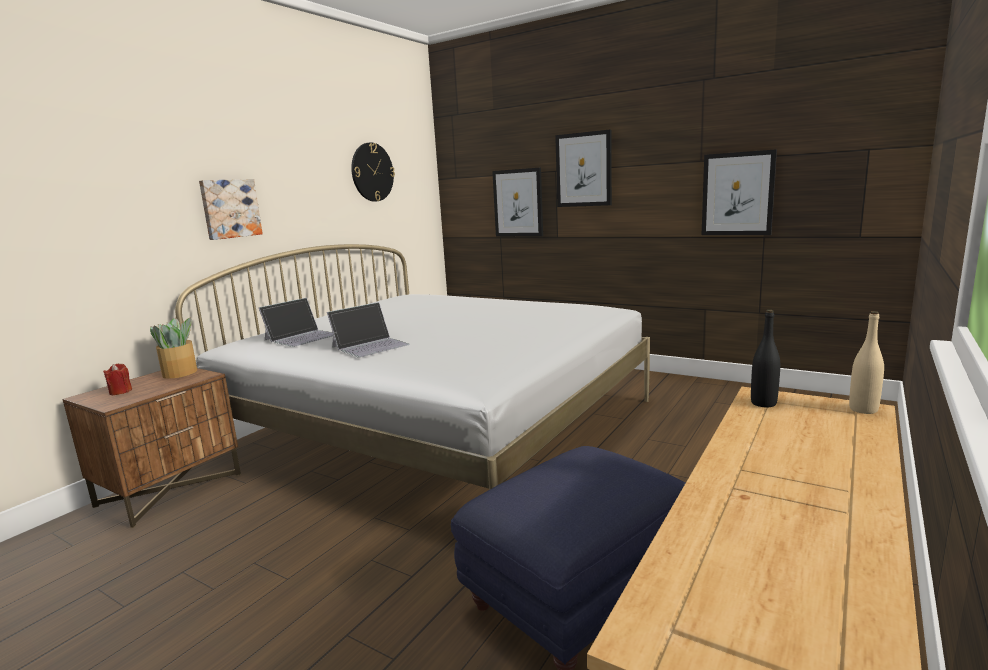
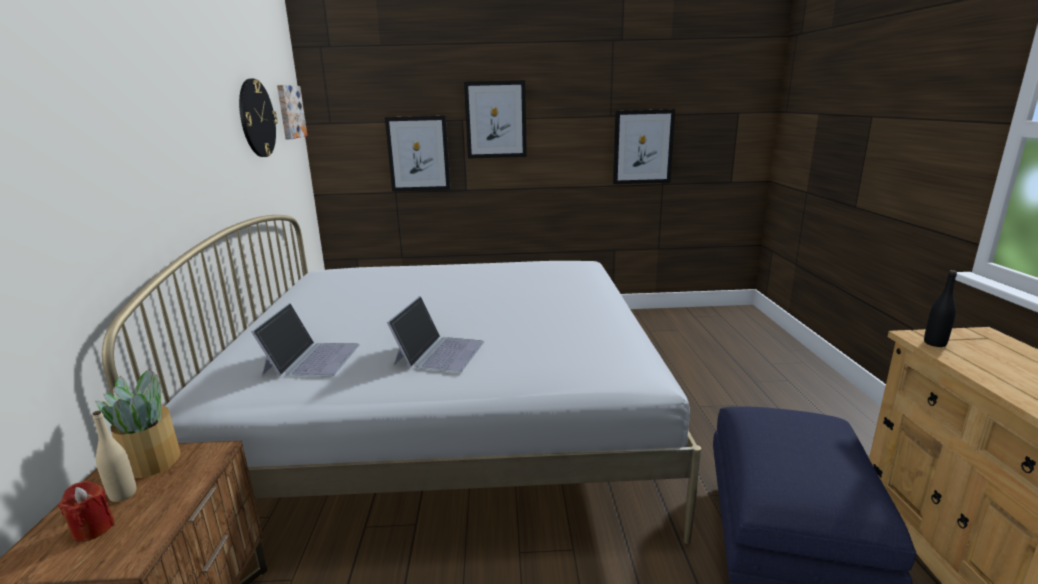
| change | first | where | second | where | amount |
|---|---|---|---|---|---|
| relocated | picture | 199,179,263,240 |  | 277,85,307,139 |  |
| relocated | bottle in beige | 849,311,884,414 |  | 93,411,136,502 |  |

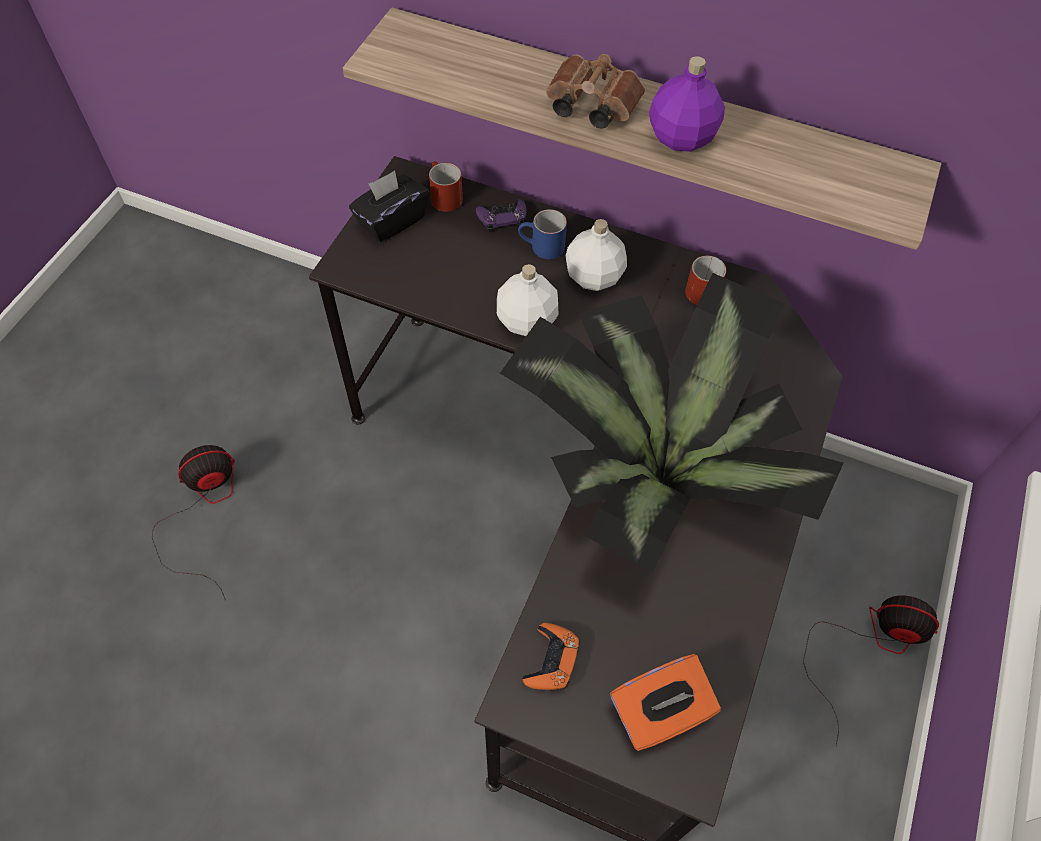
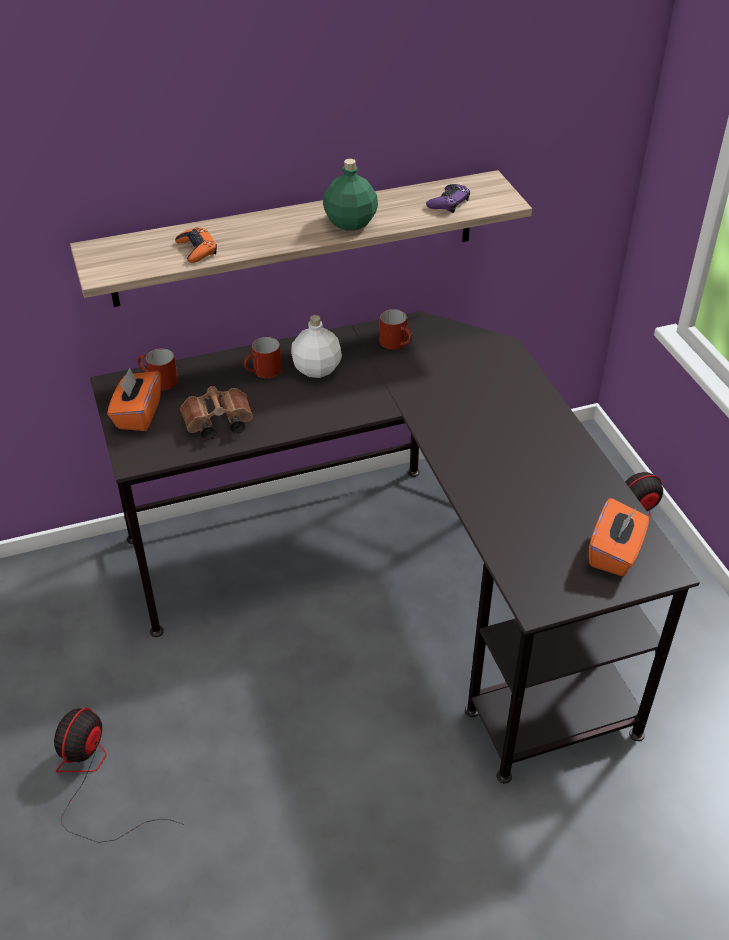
| change | first | where | second | where | amount |
|---|---|---|---|---|---|
| colour | tissue box in black | 349,170,429,243 | tissue box in orange | 107,367,161,431 |  |
| relocated | game controller in purple | 476,199,527,232 |  | 426,184,470,213 |  |
| missing | bottle in white | 497,264,558,336 |  |  |  |
| missing | potted plant | 500,273,843,571 |  |  |  |
| colour | mug in blue | 518,209,567,259 | mug in red | 244,337,282,378 |  |
| relocated | game controller in orange | 522,623,580,690 |  | 175,227,217,263 |  |
| relocated | binoculars in brown | 546,54,645,129 |  | 180,386,253,440 |  |
| colour | bottle in purple | 649,56,725,152 | bottle in green | 323,159,378,231 |  |

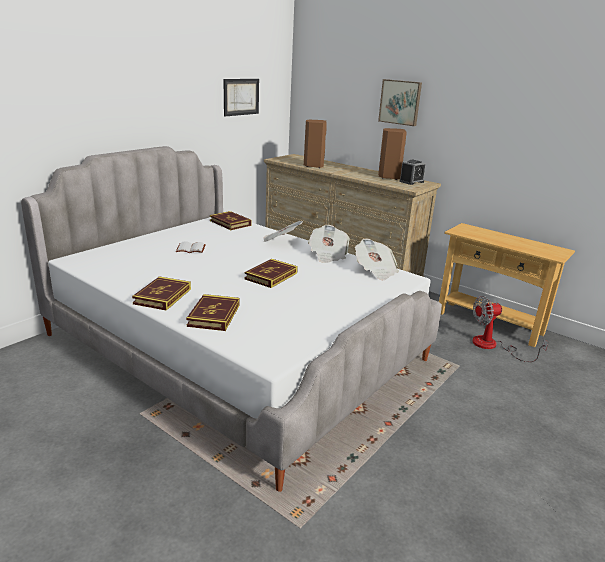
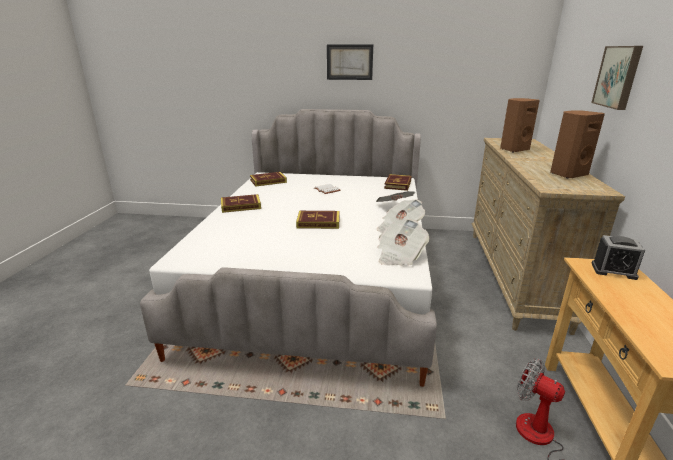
| change | first | where | second | where | amount |
|---|---|---|---|---|---|
| relocated | book | 186,294,239,331 |  | 250,172,287,187 |  |
| relocated | picture | 224,79,259,116 |  | 327,44,373,80 |  |
| relocated | alarm clock | 399,160,426,185 |  | 592,235,645,280 |  |

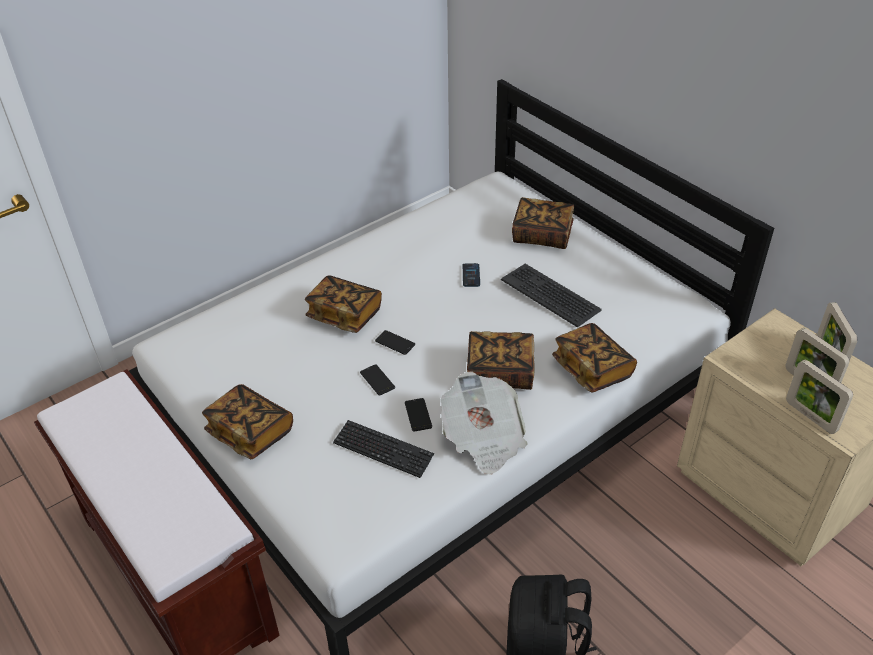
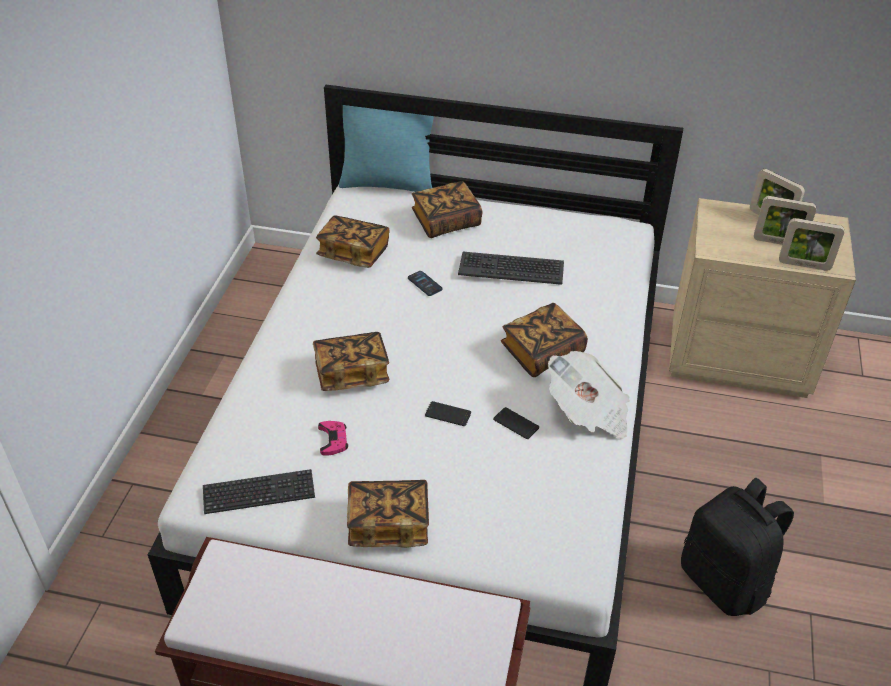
| change | first | where | second | where | amount |
|---|---|---|---|---|---|
| relocated | keyboard | 333,420,434,478 |  | 203,469,315,514 |  |
| missing | phone | 375,330,415,355 |  |  |  |
| relocated | book | 552,323,637,393 |  | 316,215,390,268 |  |
| appeared |  |  | game controller in pink | 318,421,348,456 |  |
| appeared |  |  | pillow in turquoise | 339,105,434,192 |  |

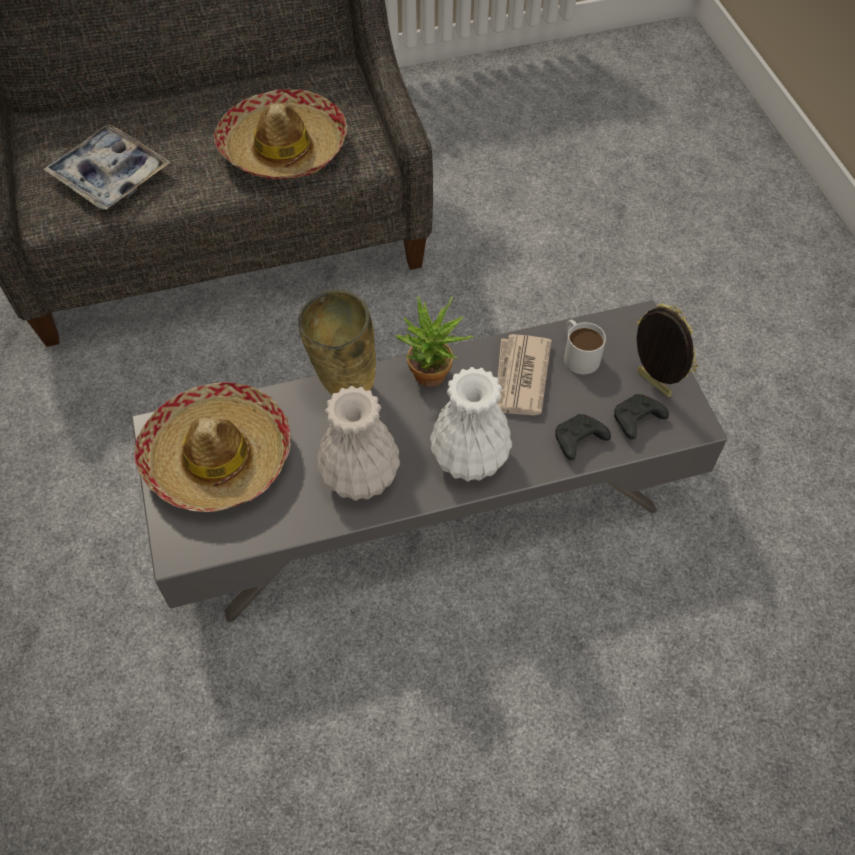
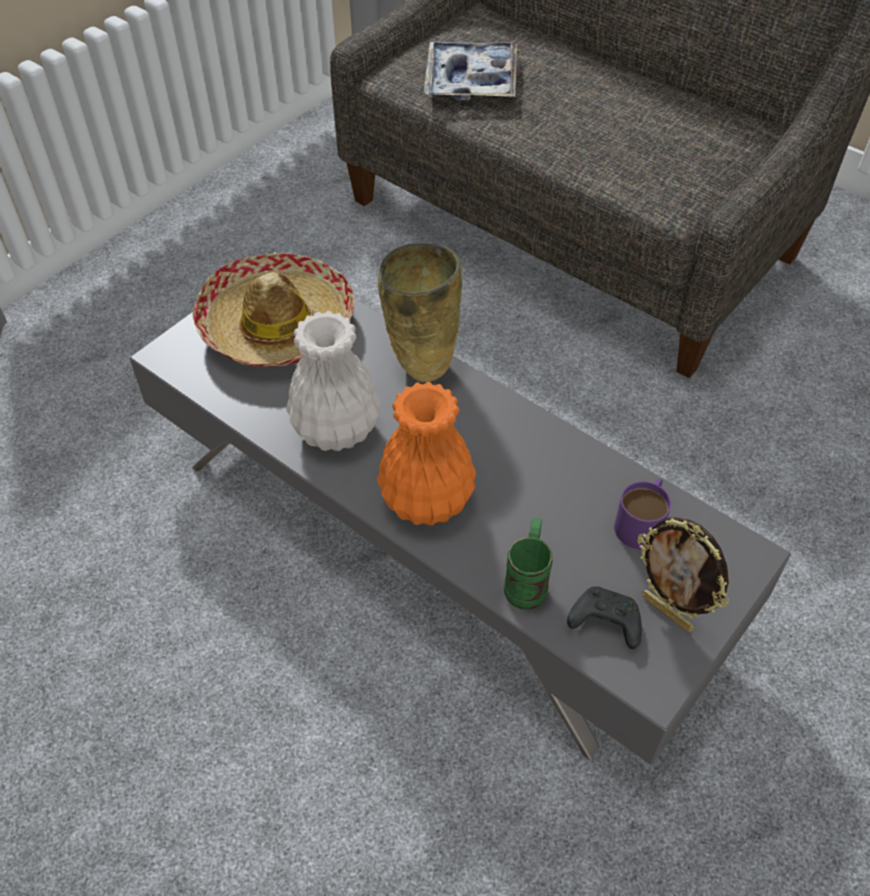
| change | first | where | second | where | amount |
|---|---|---|---|---|---|
| missing | hat | 214,89,347,179 |  |  |  |
| missing | potted plant | 394,296,474,387 |  |  |  |
| colour | vase in white | 430,367,512,482 | vase in orange | 377,382,476,526 |  |
| missing | newspaper | 497,334,552,416 |  |  |  |
| exchanged | game controller in black | 555,414,611,460 | mug in green | 504,518,553,610 |  |
| colour | mug in white | 564,320,606,374 | mug in purple | 614,478,671,549 |  |
| spun | picture frame | 637,303,698,397 |  | 637,517,729,632 | 120 degrees clockwise |

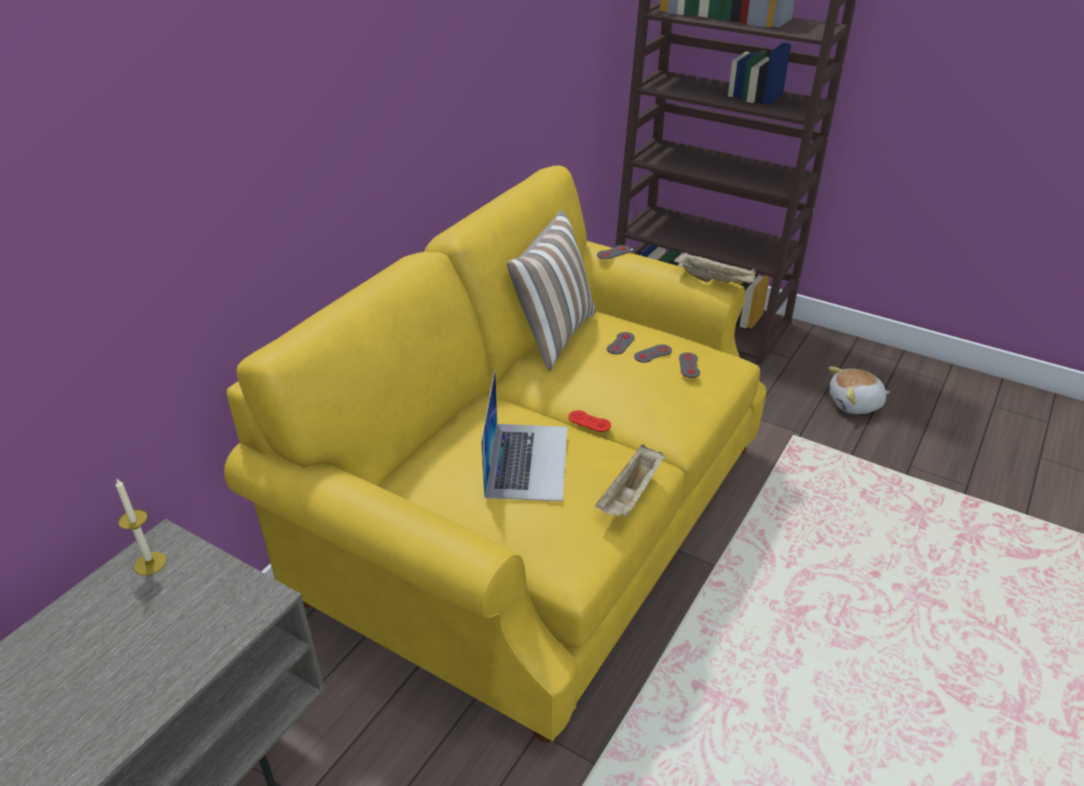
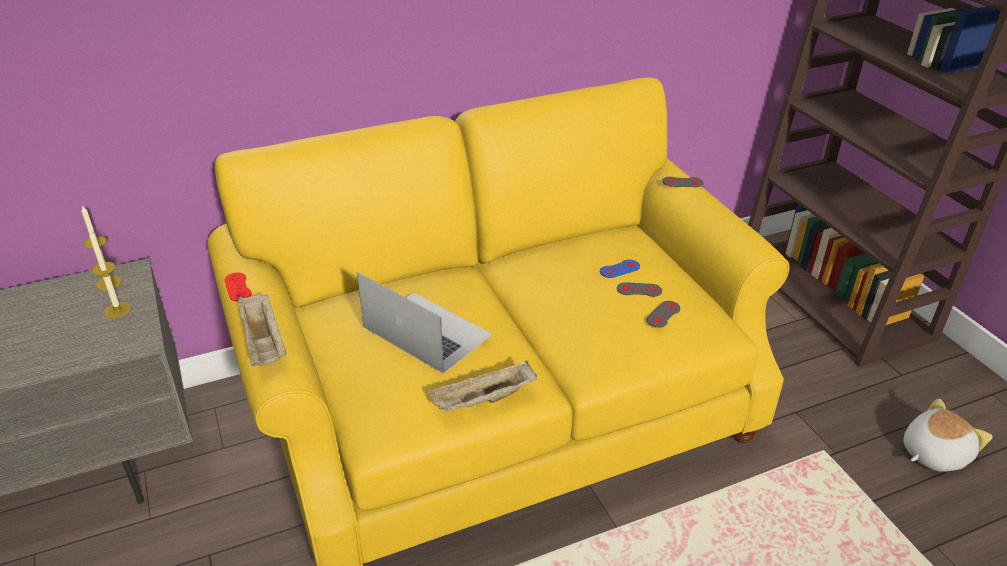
| change | first | where | second | where | amount |
|---|---|---|---|---|---|
| spun | laptop | 481,370,568,502 |  | 357,272,492,374 | 90 degrees counterclockwise |
| missing | pillow | 507,210,596,371 |  |  |  |
| relocated | game controller in red | 568,410,611,432 |  | 224,273,251,302 |  |
| colour | game controller in grey | 607,332,635,354 | game controller in blue | 600,260,640,278 |  |
| relocated | tray in beige | 674,252,756,283 |  | 238,293,286,366 |  |
| spun | plush toy | 828,366,890,414 |  | 903,399,993,472 | 120 degrees clockwise |
| appeared |  |  | candle | 89,230,131,318 |  |

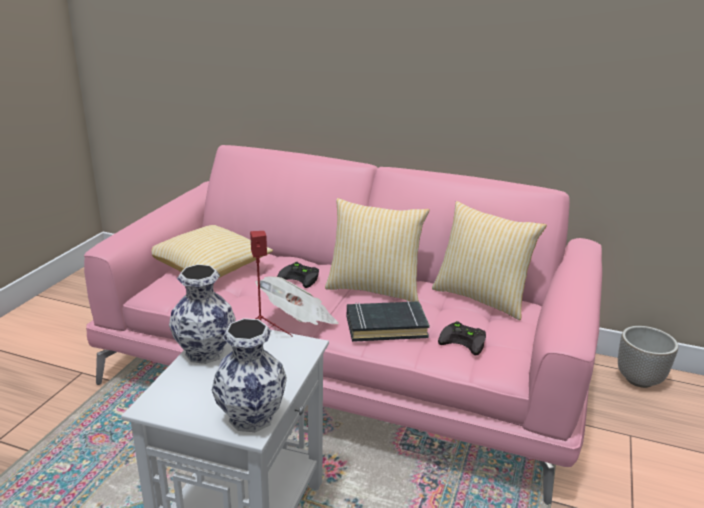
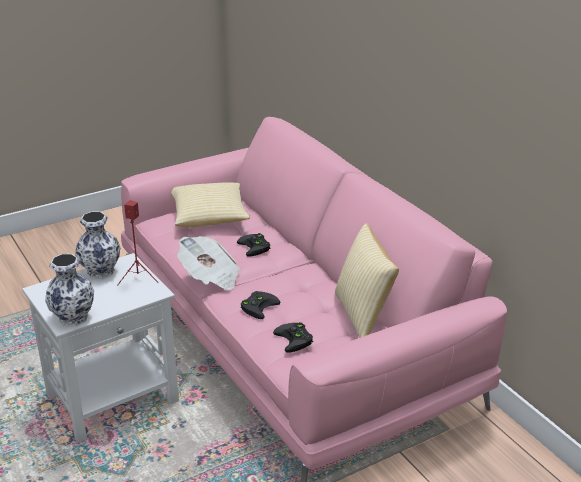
| change | first | where | second | where | amount |
|---|---|---|---|---|---|
| missing | pillow | 325,198,430,302 |  |  |  |
| exchanged | book in black | 347,300,430,342 | game controller in black | 241,291,280,319 |  |
| missing | planter | 618,326,678,388 |  |  |  |

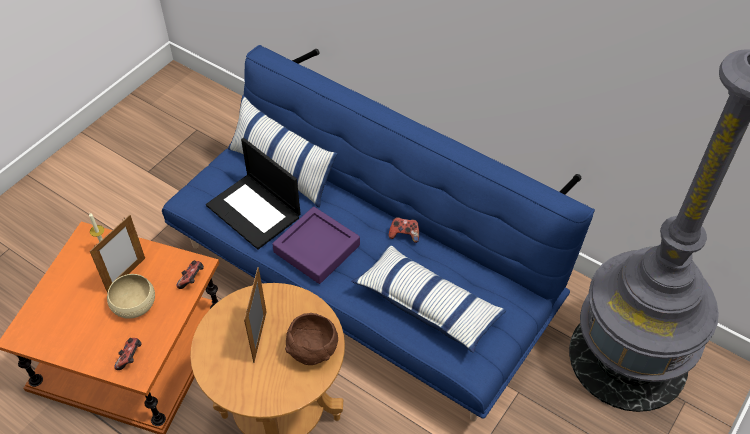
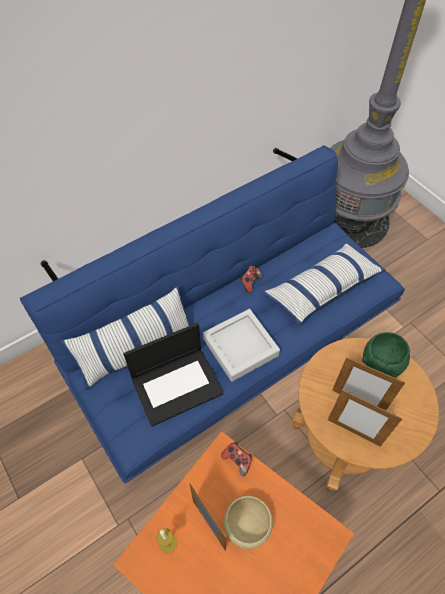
| change | first | where | second | where | amount |
|---|---|---|---|---|---|
| missing | game controller | 114,338,142,370 |  |  |  |
| colour | tray in purple | 272,207,360,284 | tray in grey | 203,309,280,382 |  |
| colour | bowl in brown | 285,313,338,365 | bowl in green | 362,332,410,378 |  |
| appeared |  |  | picture frame | 328,389,402,446 |  |

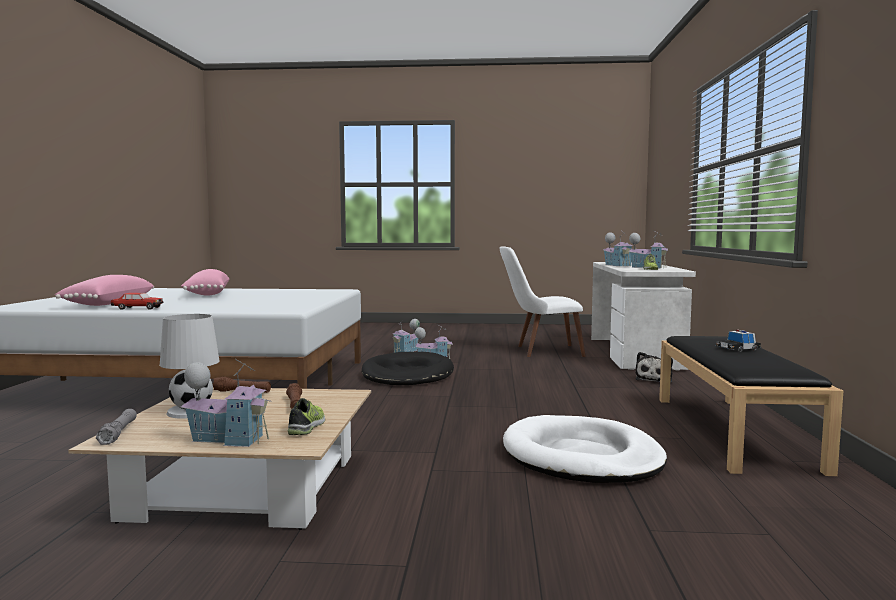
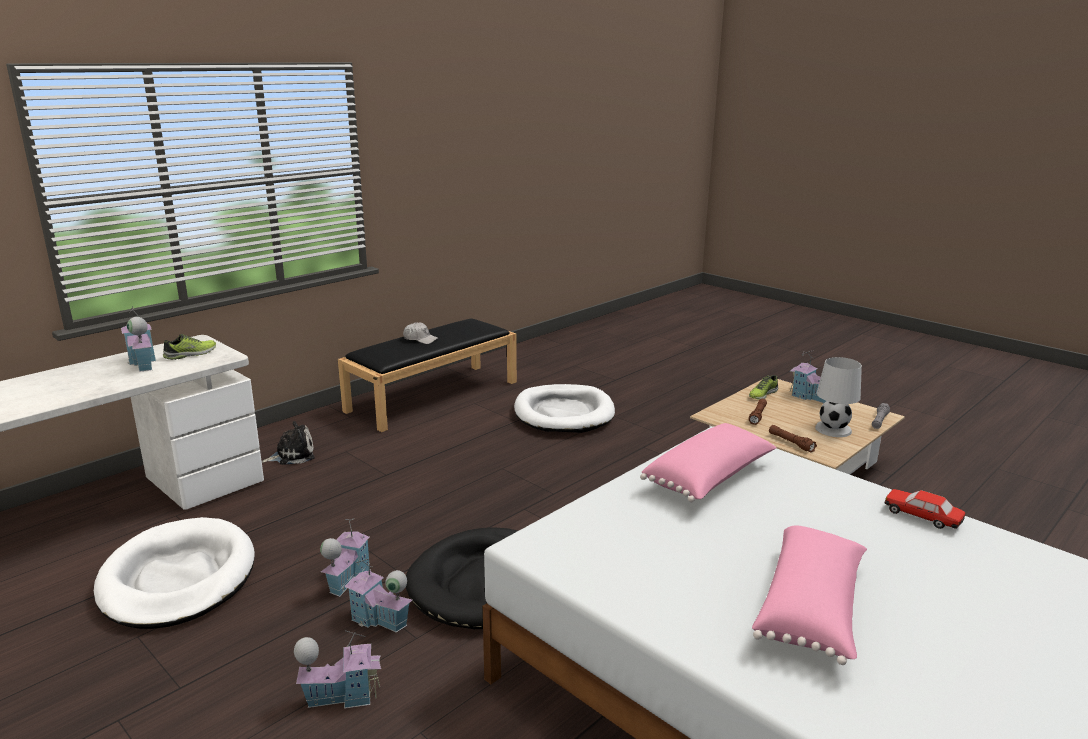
| change | first | where | second | where | amount |
|---|---|---|---|---|---|
| relocated | pillow in pink | 55,275,154,306 |  | 640,423,777,502 |  |
| exchanged | chair in white | 500,246,586,357 | dog bed in white | 94,517,255,629 |  |
| relocated | toy house | 603,232,632,266 |  | 320,518,371,597 |  |
| exchanged | toy car | 715,330,762,352 | cap in white | 403,322,438,344 |  |

